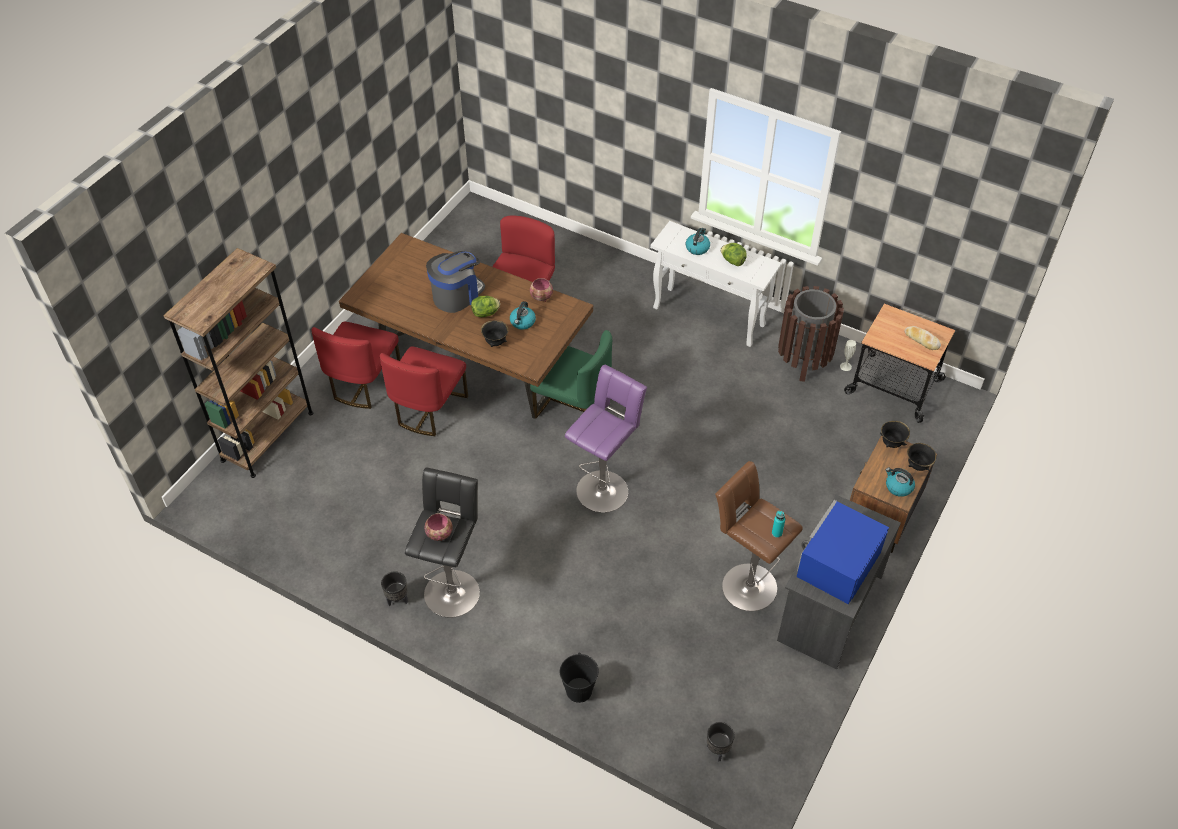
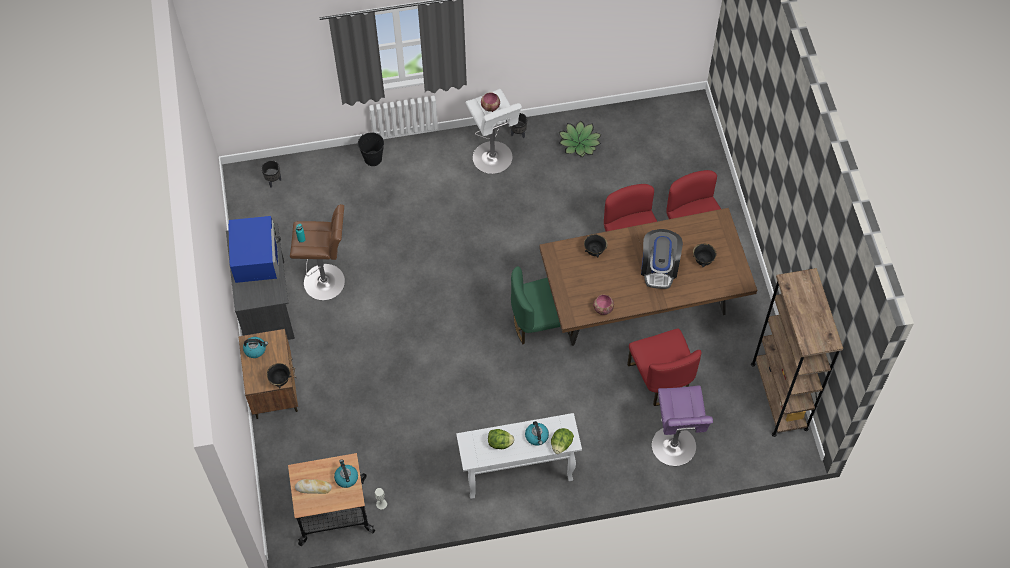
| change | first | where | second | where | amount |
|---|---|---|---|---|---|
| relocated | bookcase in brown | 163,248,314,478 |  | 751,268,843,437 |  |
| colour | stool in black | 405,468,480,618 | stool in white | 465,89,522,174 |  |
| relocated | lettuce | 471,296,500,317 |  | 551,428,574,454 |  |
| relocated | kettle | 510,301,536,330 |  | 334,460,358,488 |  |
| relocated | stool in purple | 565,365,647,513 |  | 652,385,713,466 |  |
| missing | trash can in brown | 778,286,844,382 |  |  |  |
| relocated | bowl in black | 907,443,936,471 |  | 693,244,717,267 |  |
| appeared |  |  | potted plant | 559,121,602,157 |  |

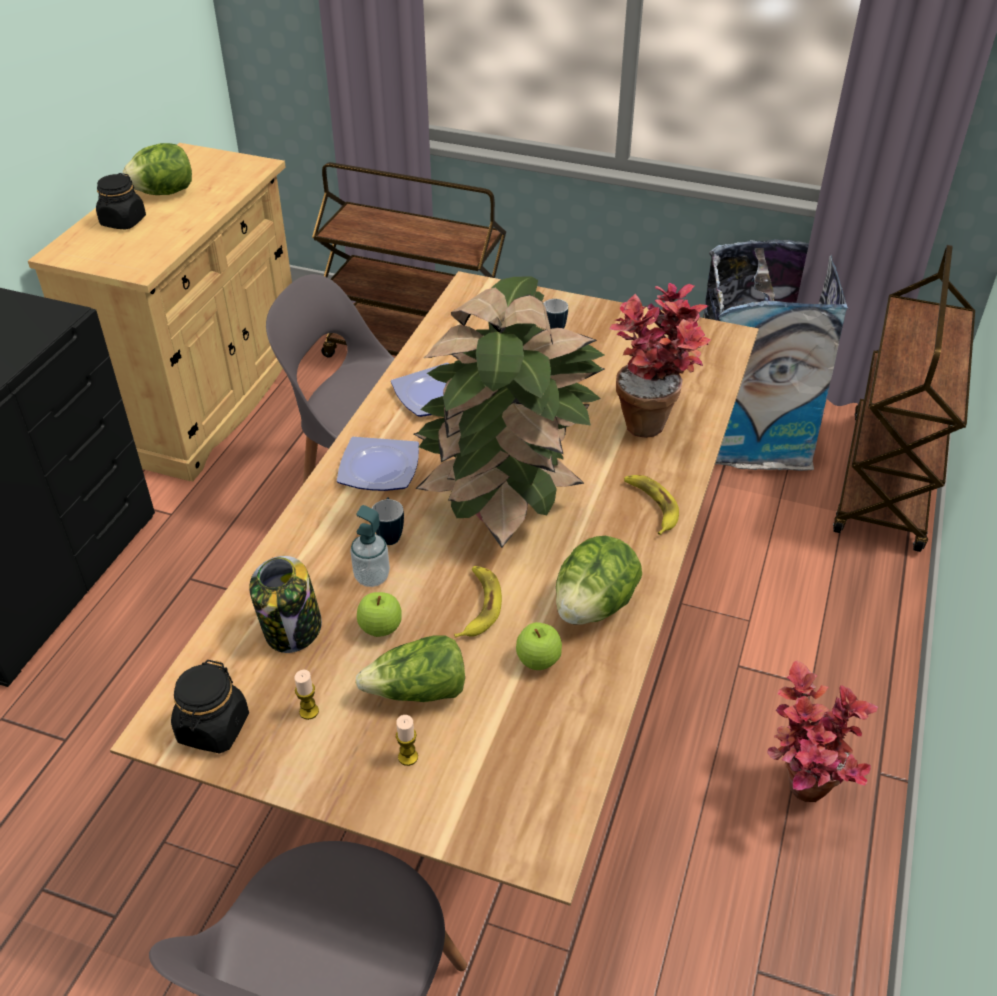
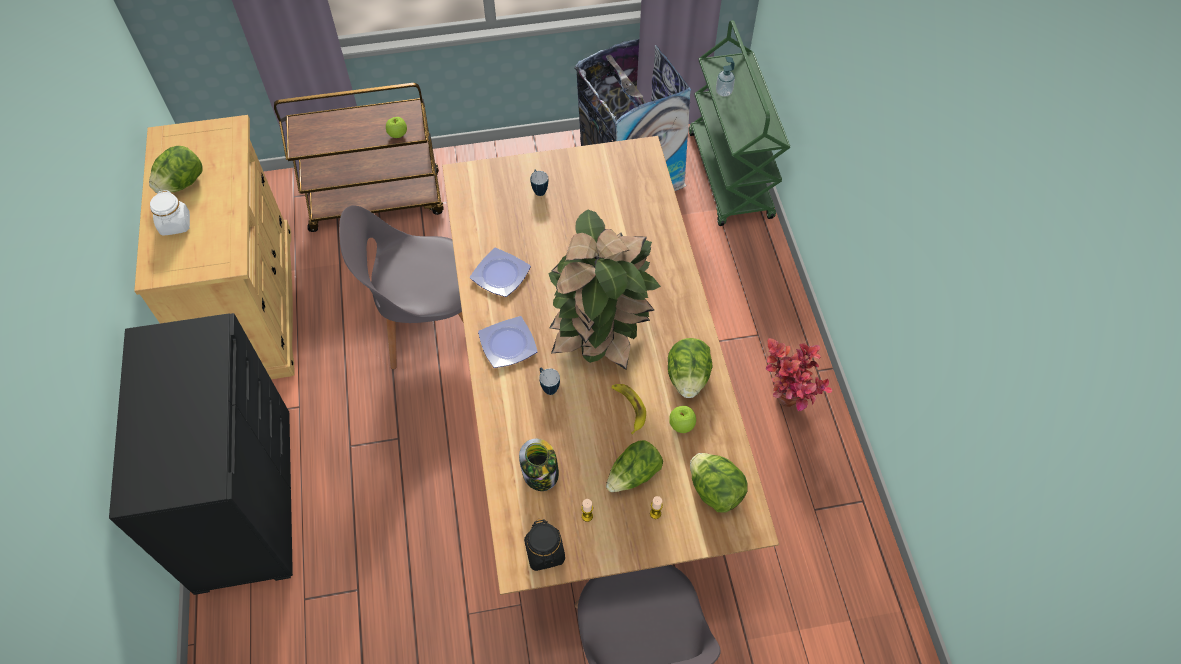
| change | first | where | second | where | amount |
|---|---|---|---|---|---|
| colour | jar in black | 96,173,146,230 | jar in white | 150,190,190,236 |  |
| relocated | soap dispenser | 350,505,390,587 |  | 716,57,735,97 |  |
| relocated | apple | 357,592,402,637 |  | 386,117,407,138 |  |
| missing | potted plant | 609,283,710,438 |  |  |  |
| missing | banana | 624,475,679,535 |  |  |  |
| colour | cart in brown | 833,245,975,552 | cart in green | 689,20,790,226 |  |
| appeared |  |  | lettuce | 690,453,748,513 |  |

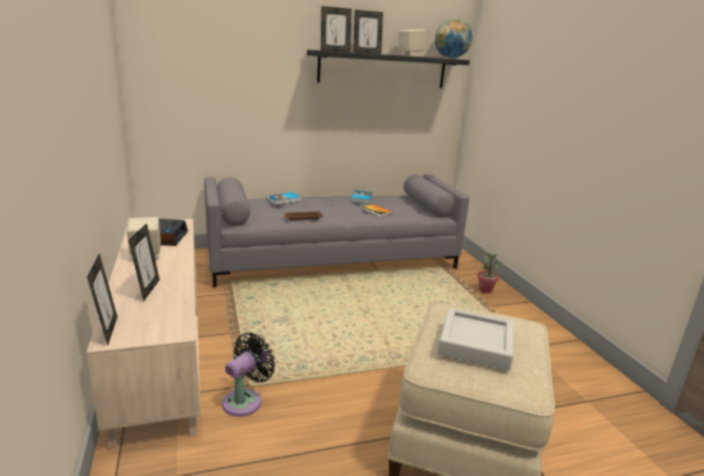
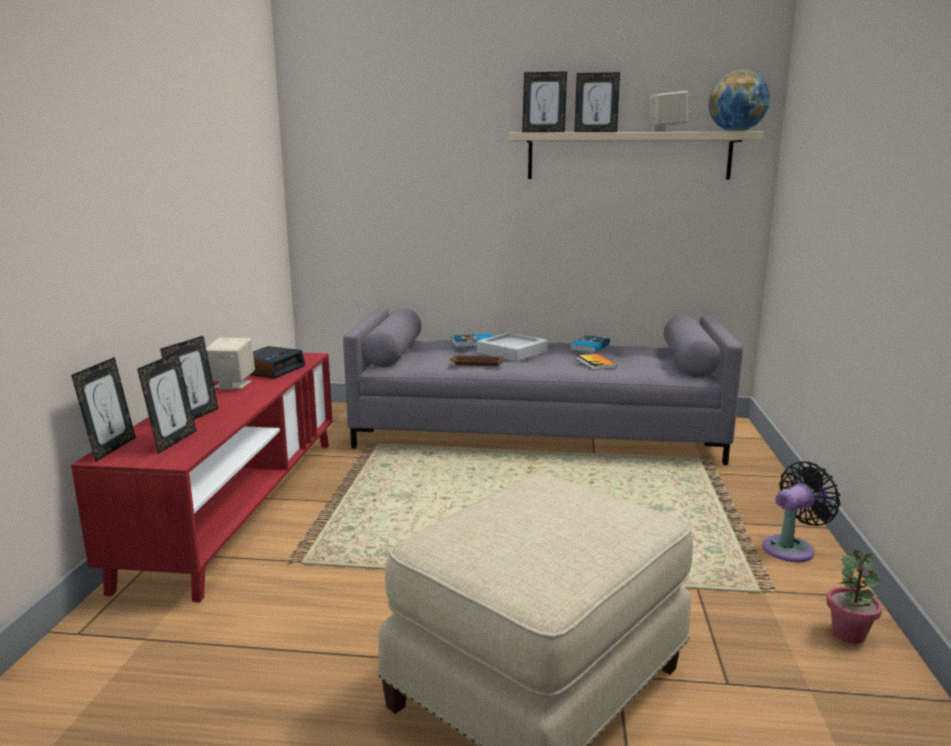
| change | first | where | second | where | amount |
|---|---|---|---|---|---|
| colour | tv stand in beige | 86,219,200,449 | tv stand in red | 71,353,332,603 |  |
| relocated | fan in black | 222,333,275,417 |  | 762,461,840,562 |  |
| colour | shelf in black | 307,50,470,88 | shelf in beige | 510,131,764,180 |  |
| relocated | tray in grey | 438,308,514,371 |  | 477,332,548,362 |  |
| relocated | potted plant | 477,253,500,293 |  | 826,549,882,644 |  |
| appeared |  |  | picture frame | 137,352,196,454 |  |

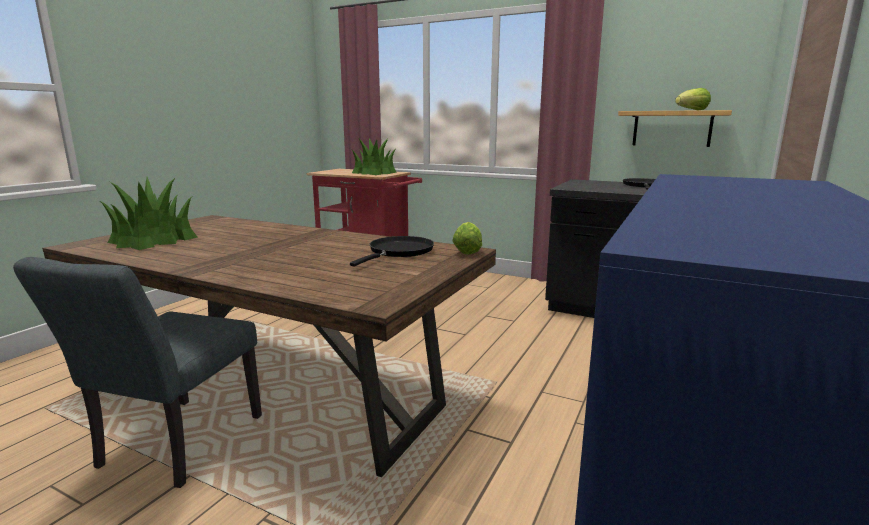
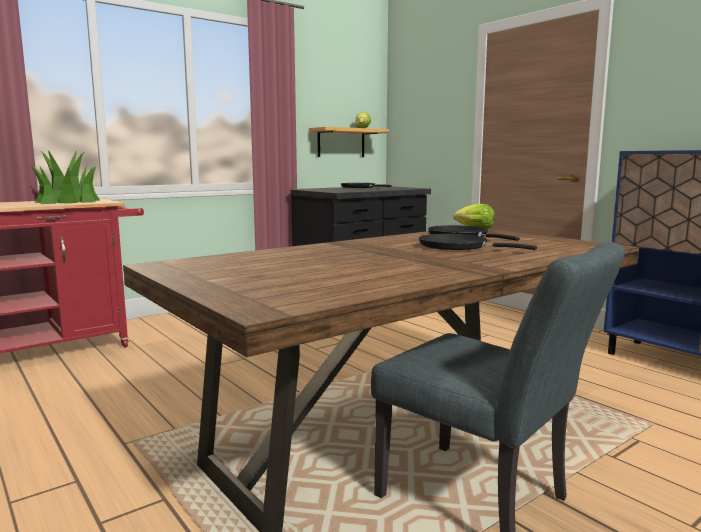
| change | first | where | second | where | amount |
|---|---|---|---|---|---|
| missing | potted plant | 100,177,197,250 |  |  |  |
| appeared |  |  | frying pan in black | 419,234,537,250 |  |

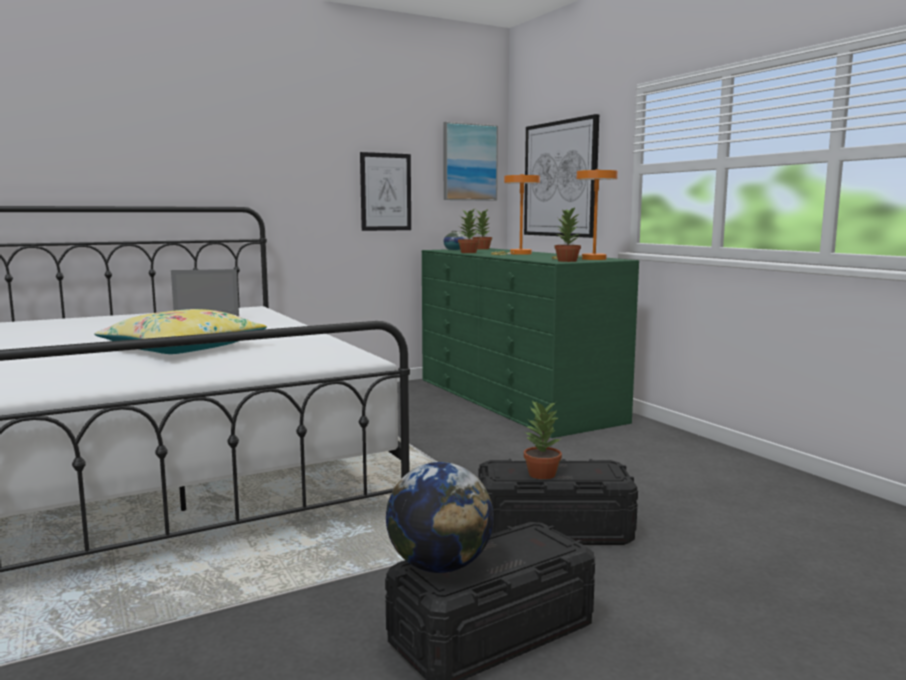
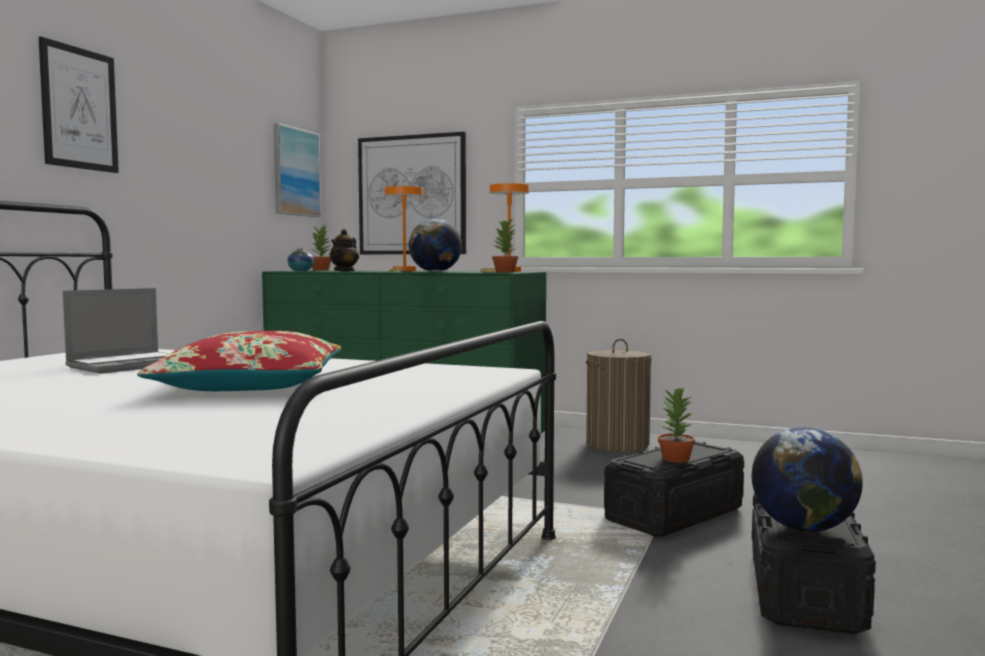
| change | first | where | second | where | amount |
|---|---|---|---|---|---|
| colour | pillow in yellow | 94,309,267,354 | pillow in red | 137,331,341,391 |  |
| relocated | picture | 360,152,411,231 |  | 39,36,119,173 |  |
| exchanged | potted plant | 458,209,480,253 | teapot | 329,229,359,271 |  |
| appeared |  |  | globe | 409,219,462,272 |  |
| appeared |  |  | laundry basket | 586,338,652,452 |  |

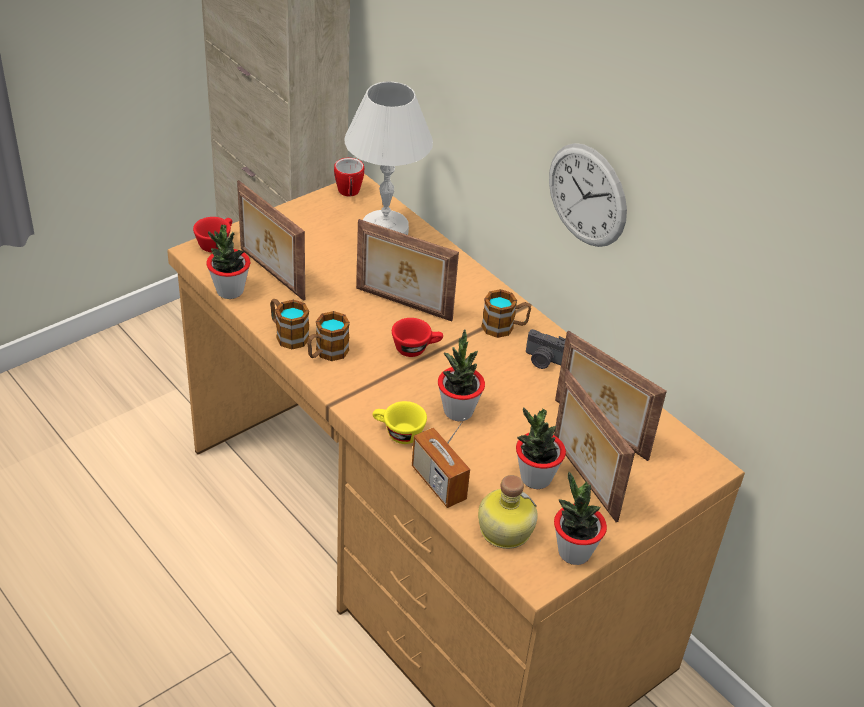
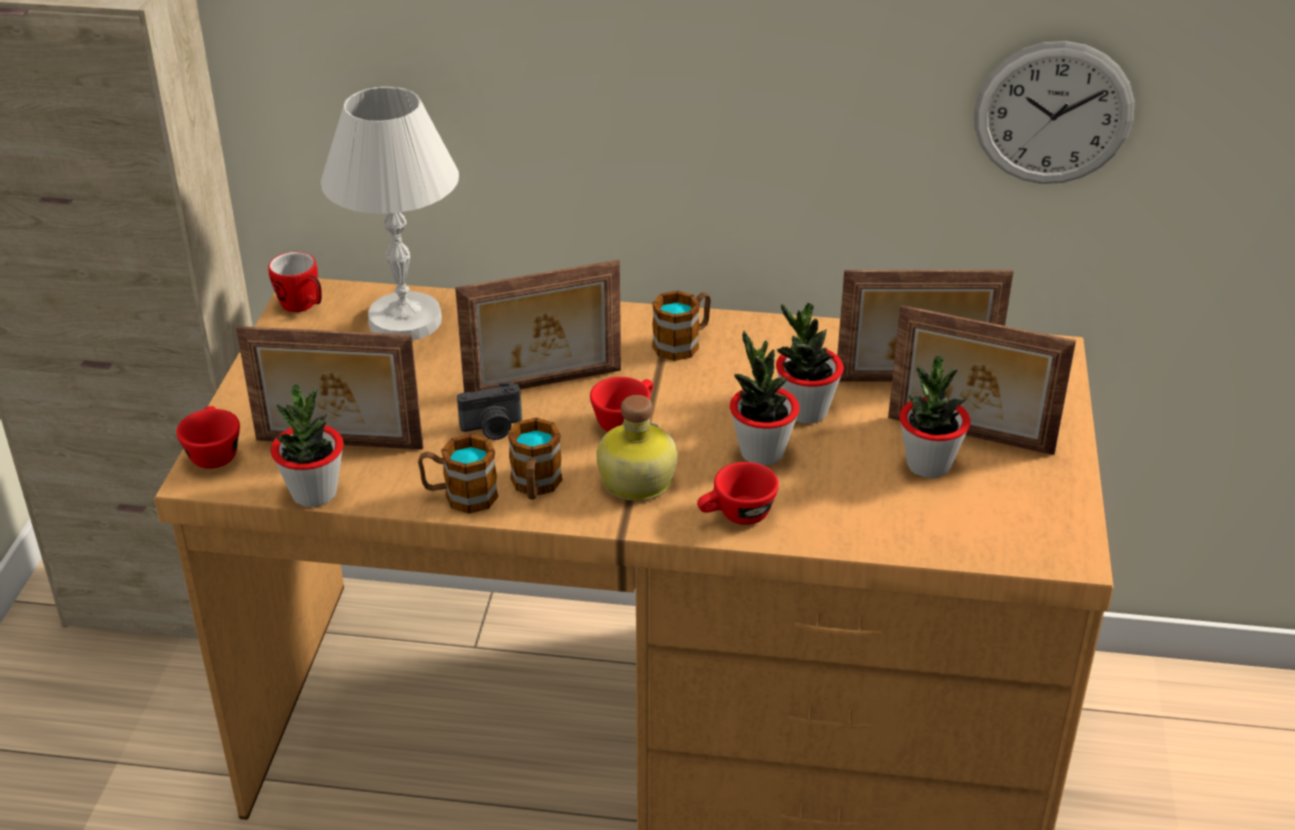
| change | first | where | second | where | amount |
|---|---|---|---|---|---|
| colour | cup in yellow | 372,401,427,444 | cup in red | 697,462,779,525 |  |
| missing | radio | 412,418,470,508 |  |  |  |
| relocated | bottle | 478,475,538,549 |  | 596,395,678,501 |  |
| relocated | photo camera | 526,329,566,369 |  | 457,382,522,440 |  |
| relocated | wall clock | 549,143,627,247 |  | 974,41,1134,184 |  |
| relocated | potted plant | 554,472,607,565 |  | 776,302,844,424 |  |

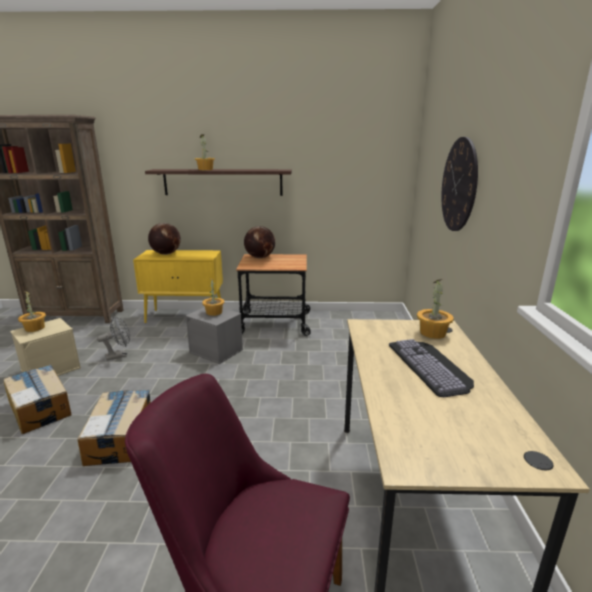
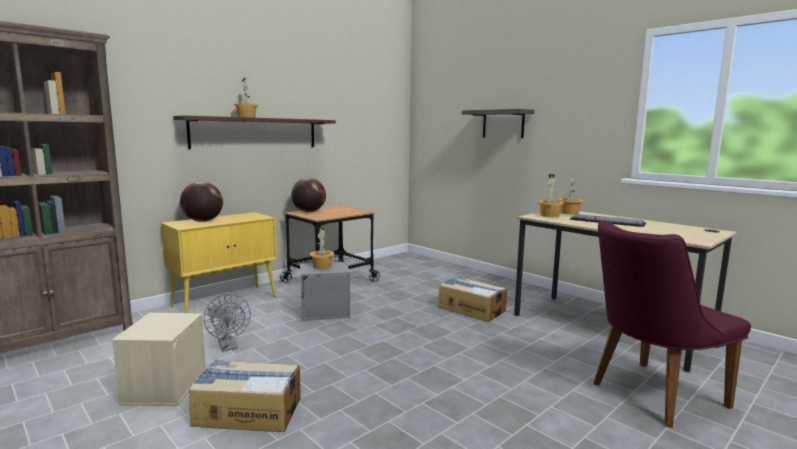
| change | first | where | second | where | amount |
|---|---|---|---|---|---|
| relocated | potted plant | 18,291,46,332 |  | 538,174,564,217 |  |
| relocated | cardboard box | 77,390,150,466 |  | 438,276,507,322 |  |
| spun | fan in grey | 97,316,130,361 |  | 204,294,251,352 | 135 degrees clockwise |
| exchanged | wall clock | 442,137,478,231 | shelf | 462,109,534,138 |  |

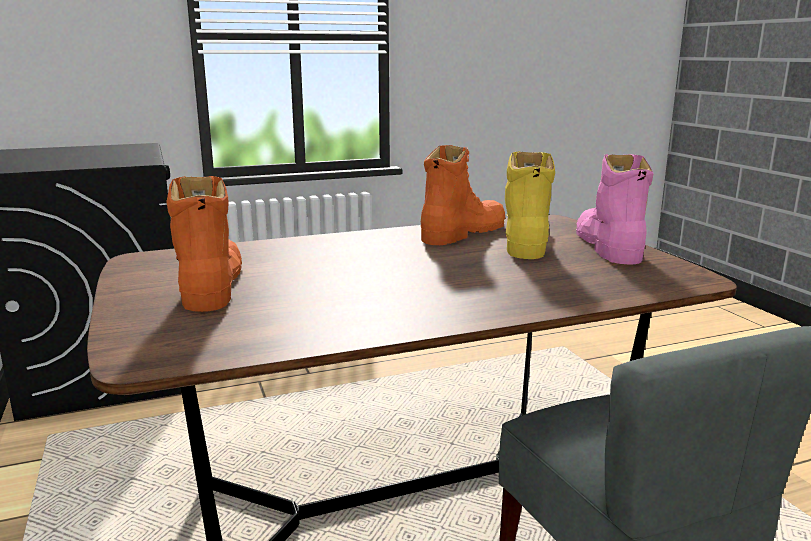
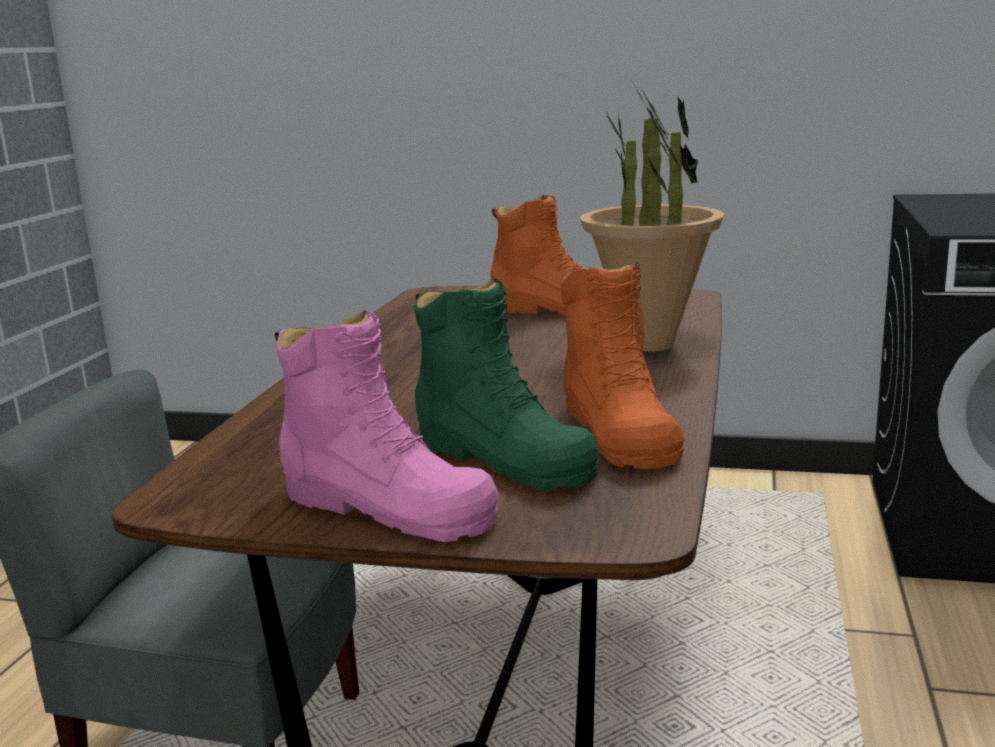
| change | first | where | second | where | amount |
|---|---|---|---|---|---|
| colour | boot in yellow | 505,151,555,259 | boot in green | 414,278,600,490 |  |
| appeared |  |  | potted plant | 580,81,724,352 |  |

